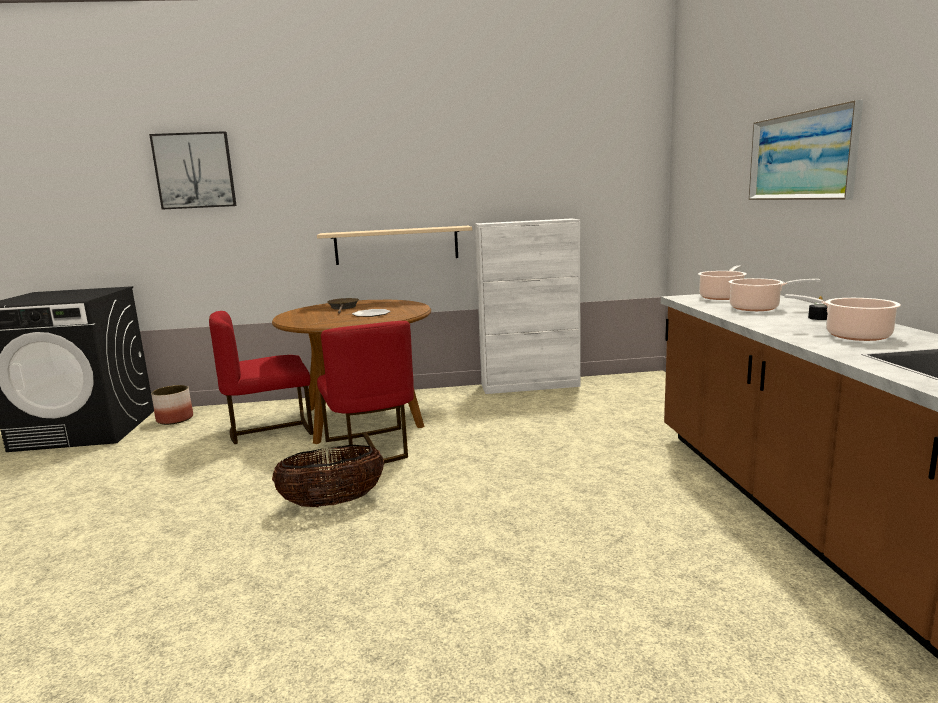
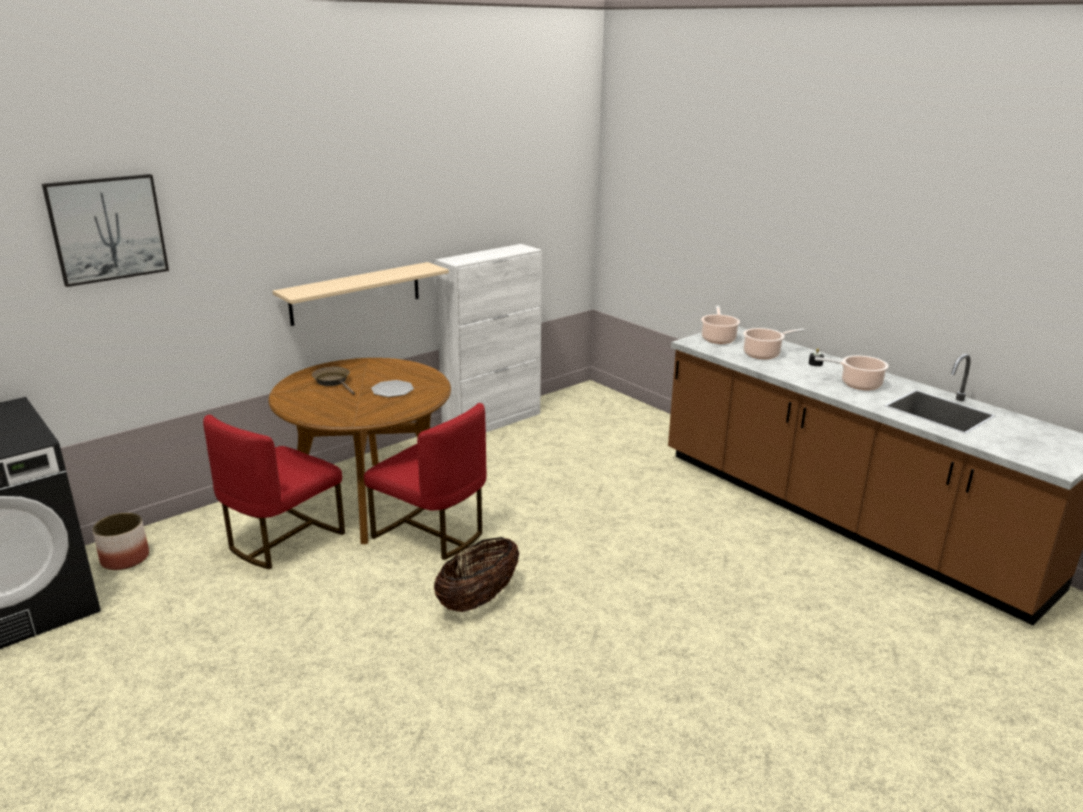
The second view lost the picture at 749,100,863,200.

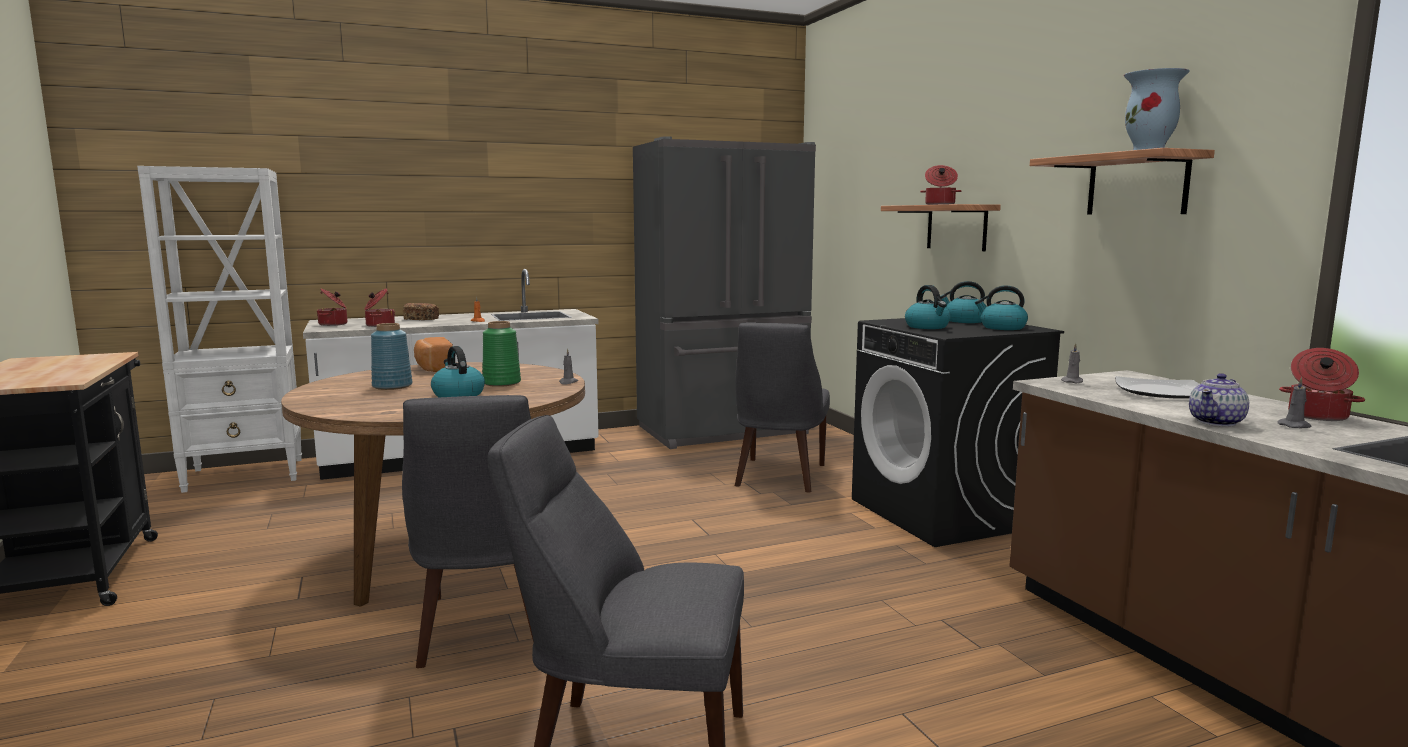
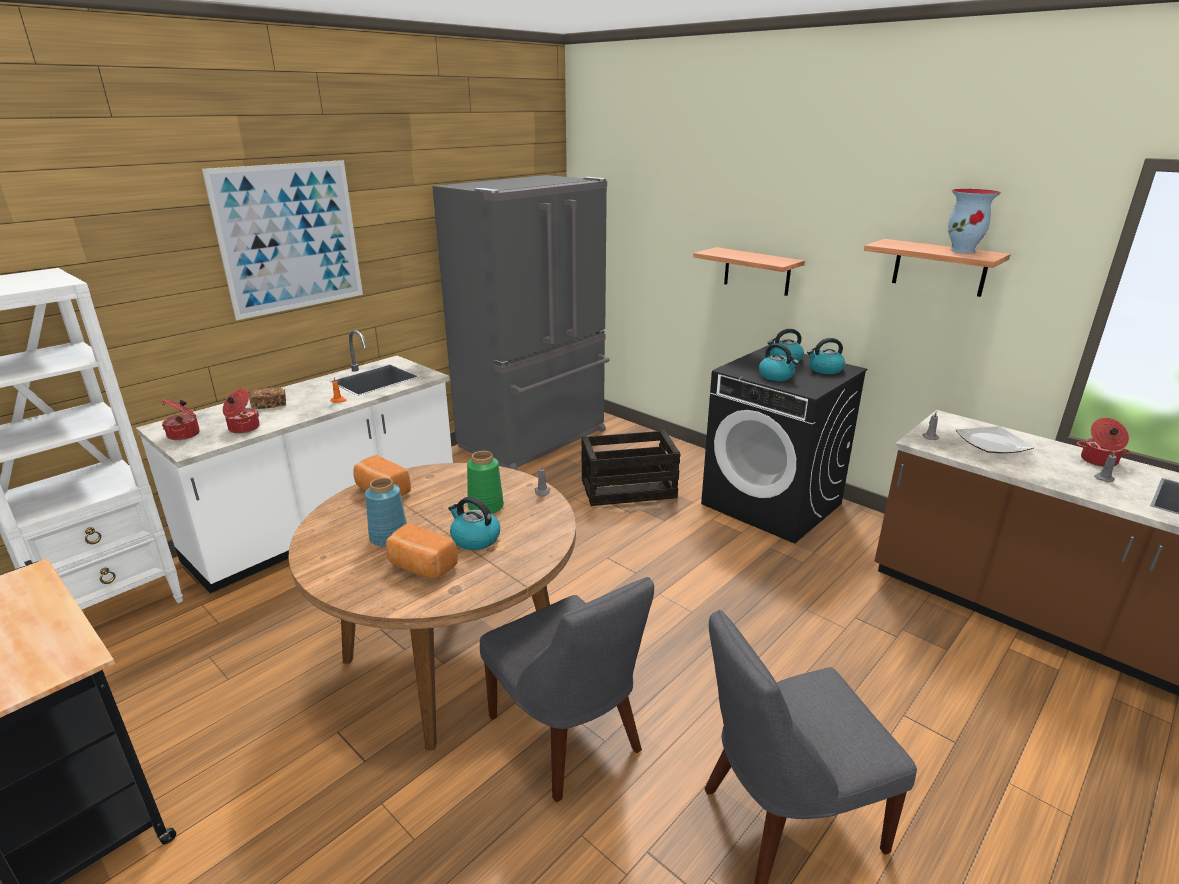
The second view lost the cooking pot at 920,165,962,205.
Where the grey chair stood at 735,323,830,493, the crate came to stand at 581,430,680,506.
The second view lost the teapot at 1189,373,1249,427.
The second view gained the picture at 202,160,363,320.
The second view gained the bread at 386,523,458,579.

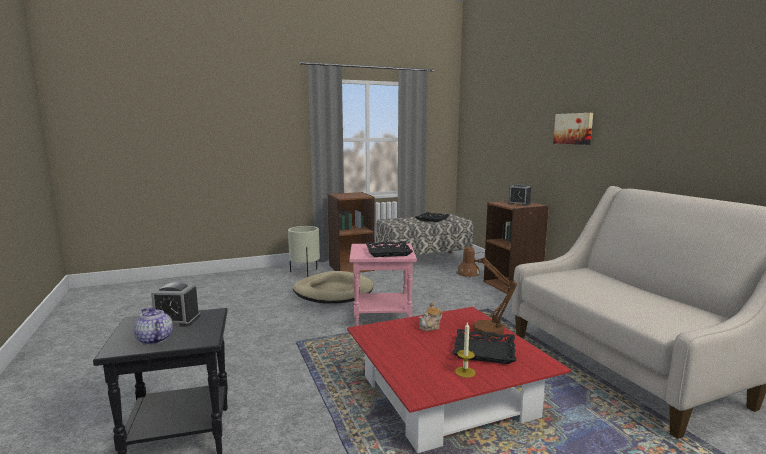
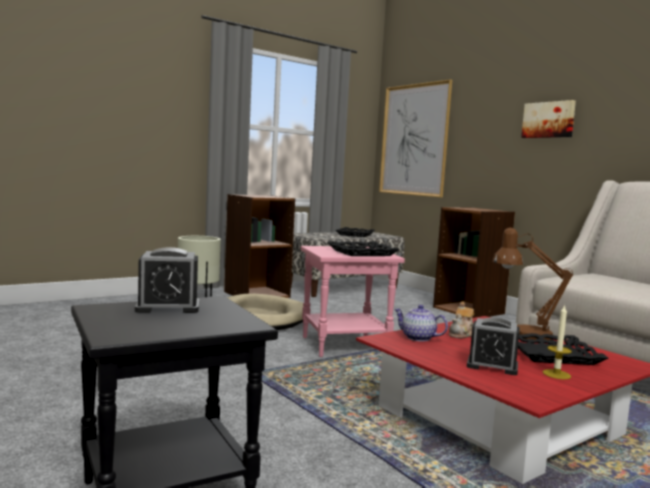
The alarm clock ended up elsewhere, having gone from 508,184,531,206 to 466,318,520,375.
The teapot ended up elsewhere, having gone from 134,307,173,345 to 394,305,448,342.
The second view gained the picture at 379,79,452,198.

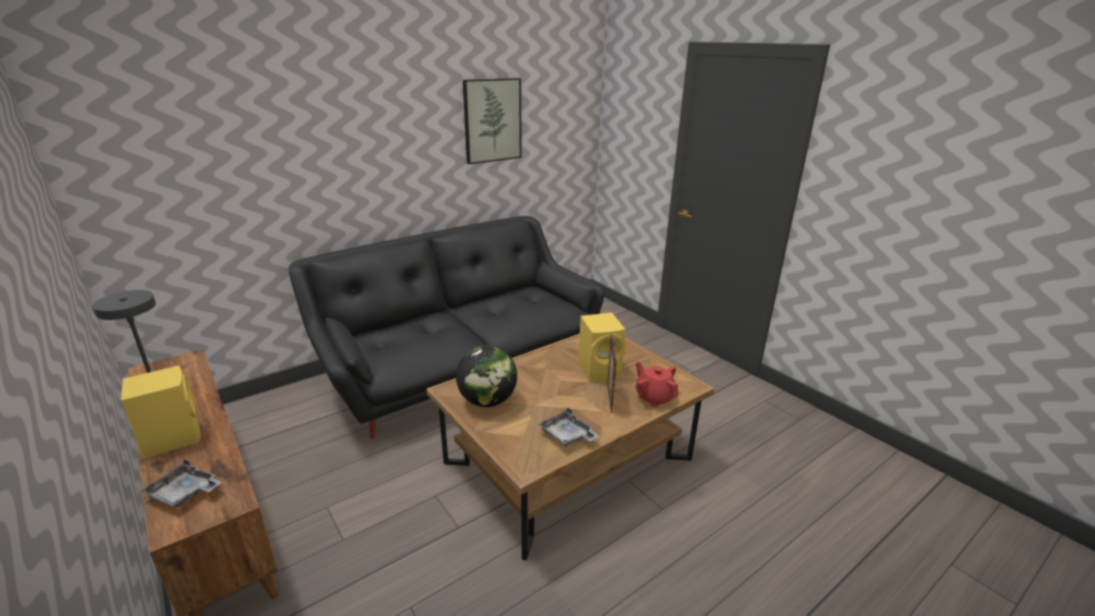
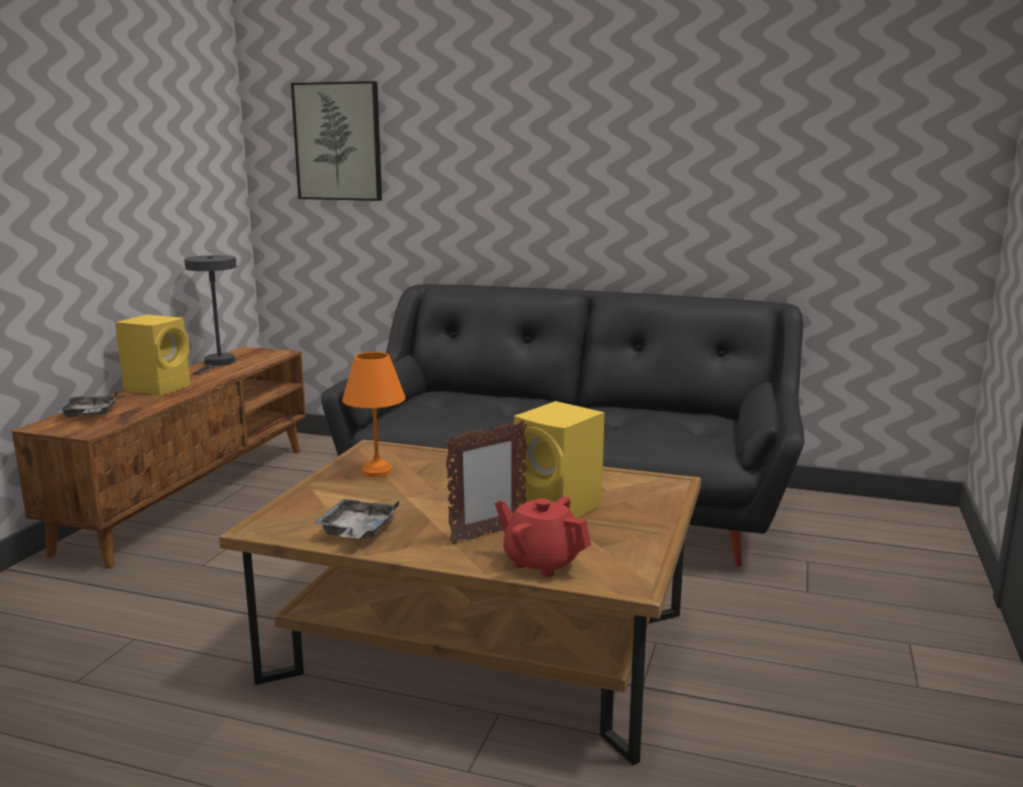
The picture ended up elsewhere, having gone from 463,78,522,164 to 291,81,382,201.
Where the globe stood at 456,346,517,407, the orange table lamp came to stand at 342,352,405,477.
The red teapot at 636,362,679,407 ended up facing another way, 75 degrees counterclockwise from before.

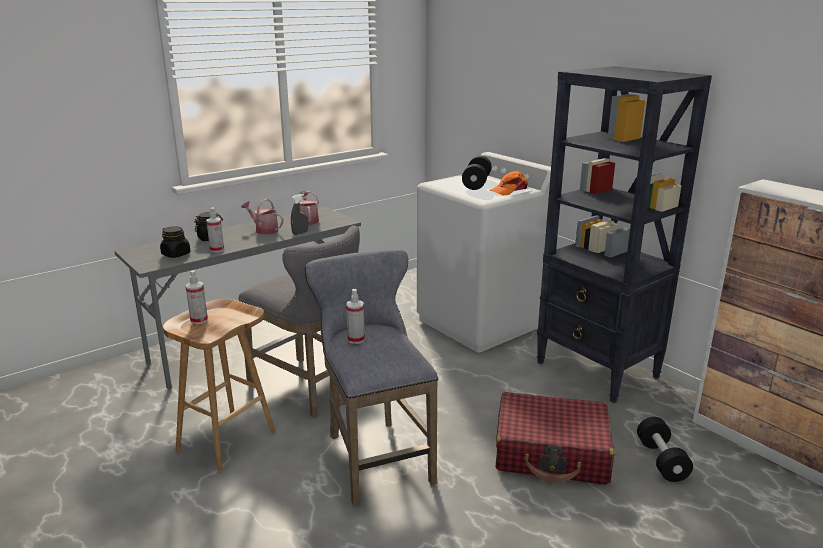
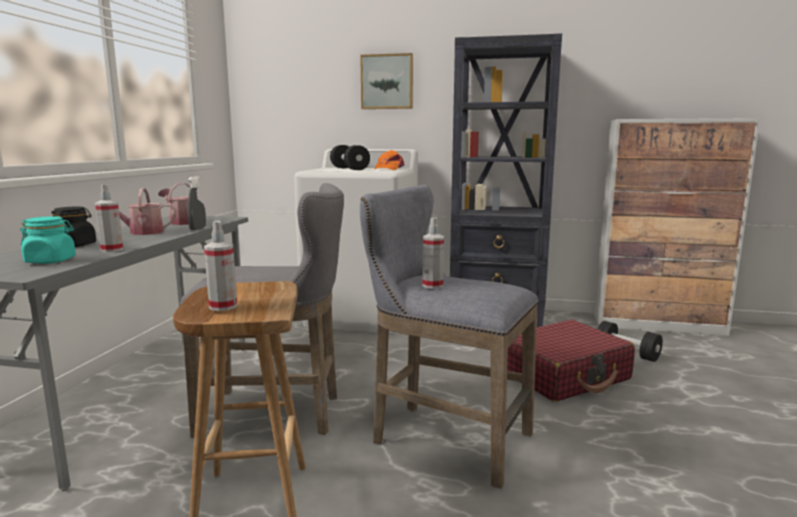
What was the black jar at 160,226,190,258 turned into the turquoise jar at 20,216,76,264.
The second view gained the picture at 360,53,413,109.

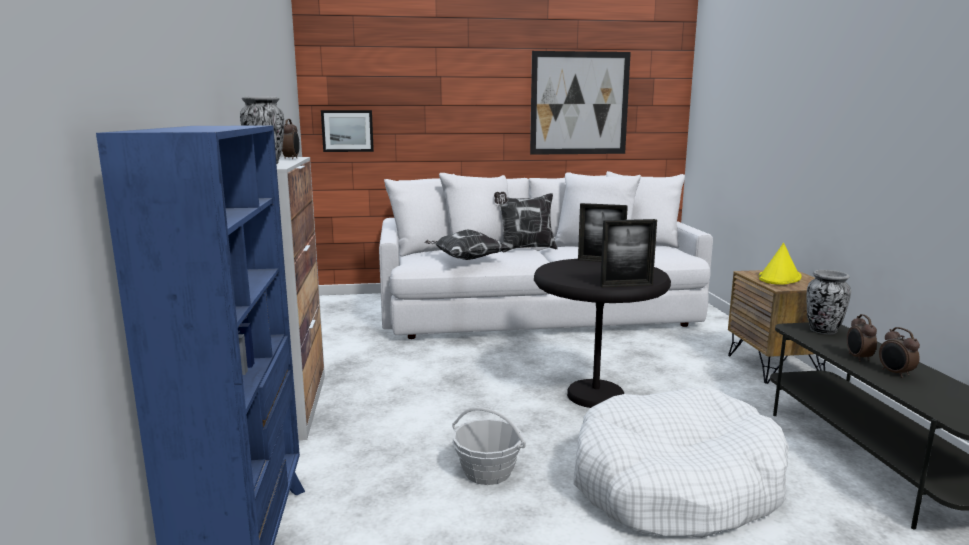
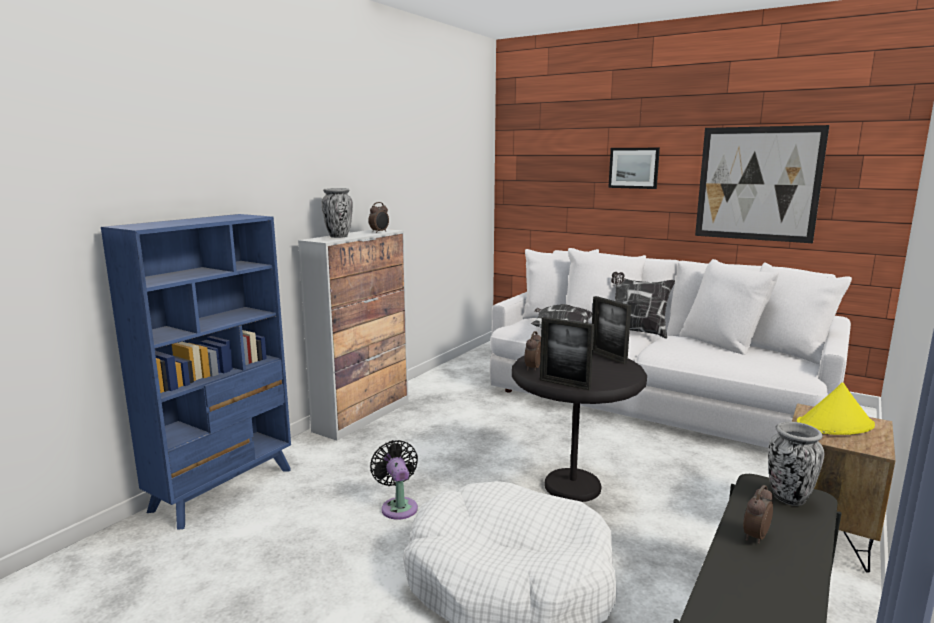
The picture ended up elsewhere, having gone from 321,110,374,152 to 608,148,660,189.
The alarm clock ended up elsewhere, having gone from 879,327,920,378 to 524,331,541,371.
Where the basket stood at 452,407,526,485, the black fan came to stand at 370,440,418,520.

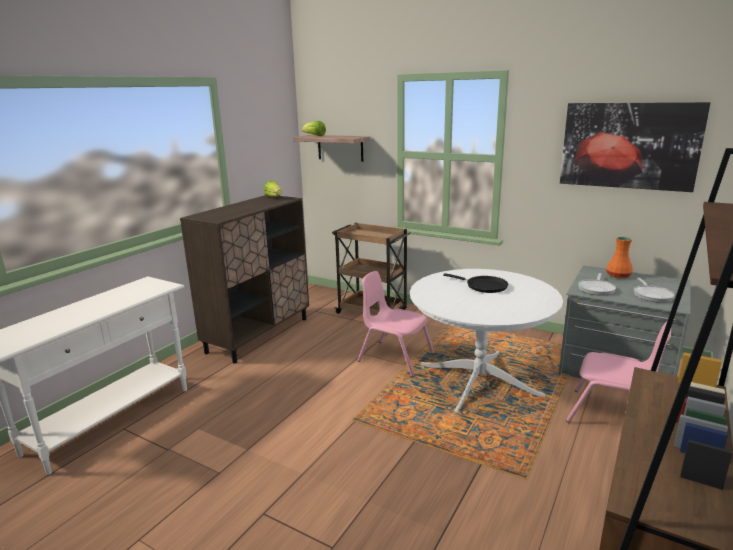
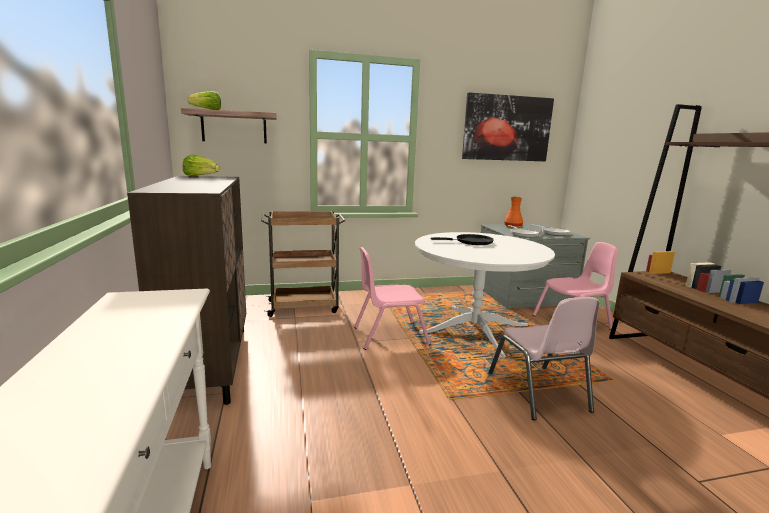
The second view gained the pink chair at 488,297,600,420.

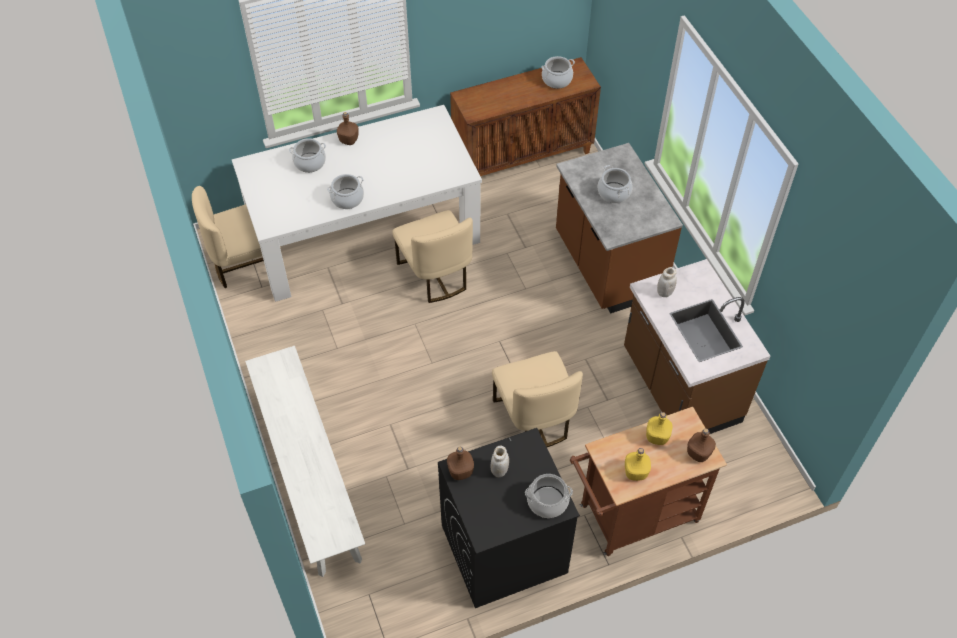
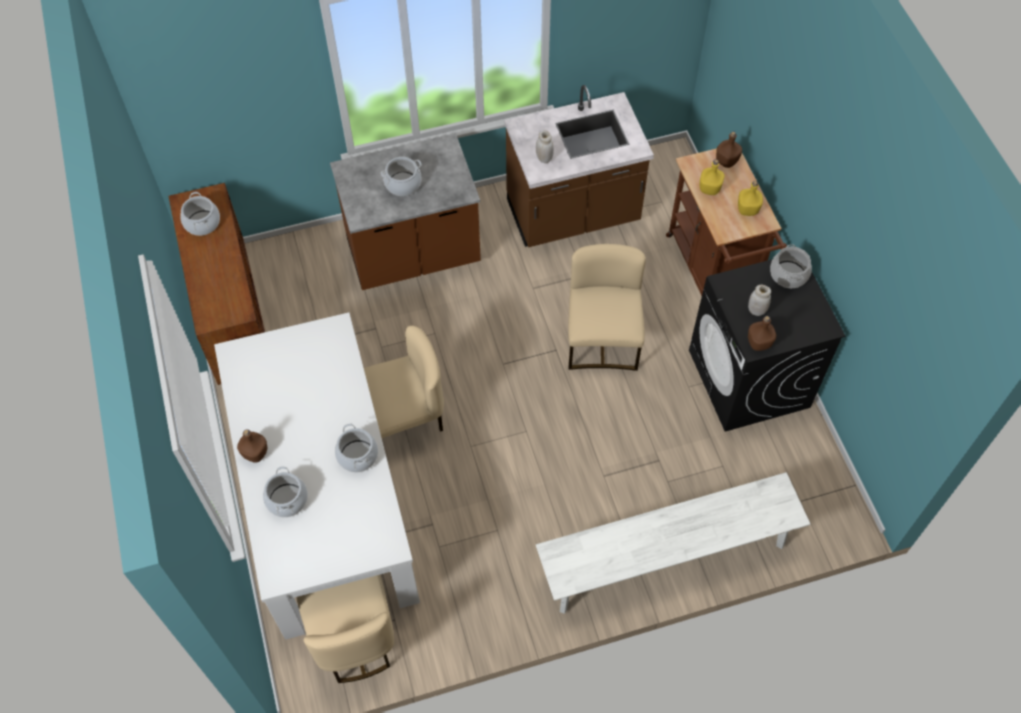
The beige chair at 492,351,583,447 ended up facing another way, 75 degrees counterclockwise from before.

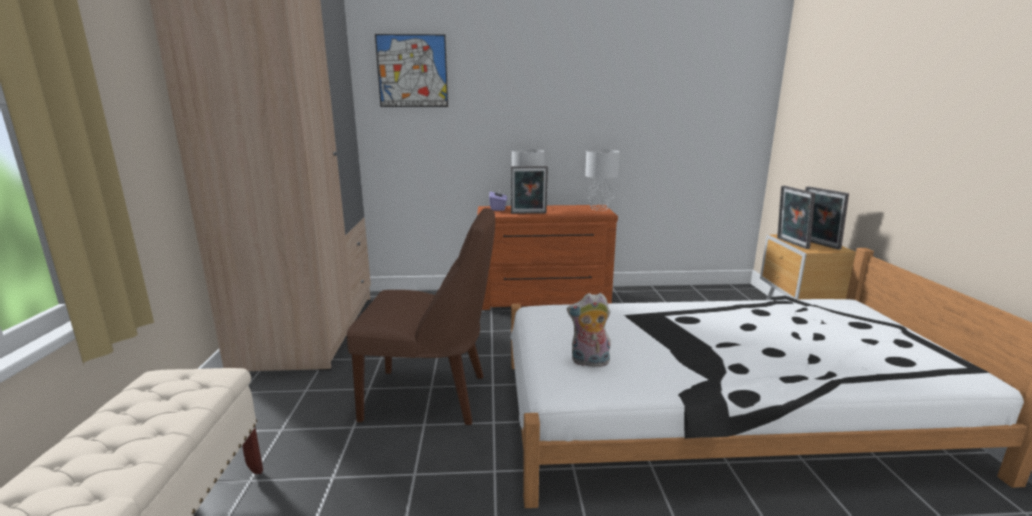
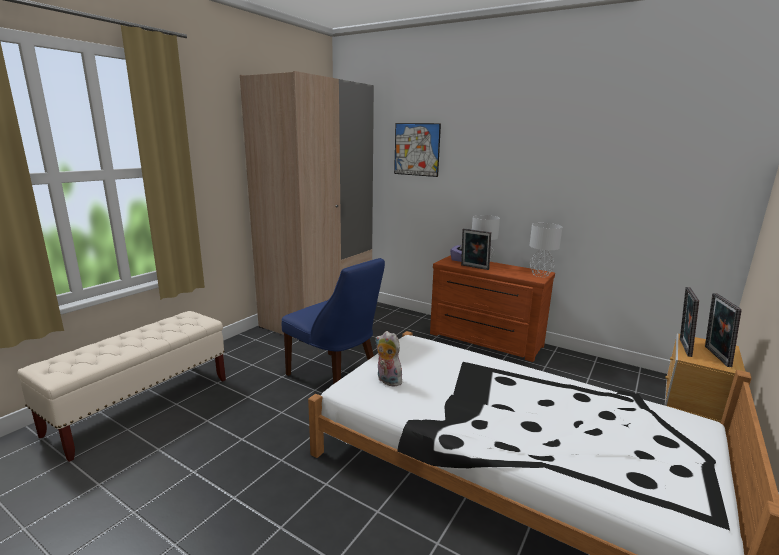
What was the brown chair at 347,208,495,425 turned into the blue chair at 282,258,385,384.

